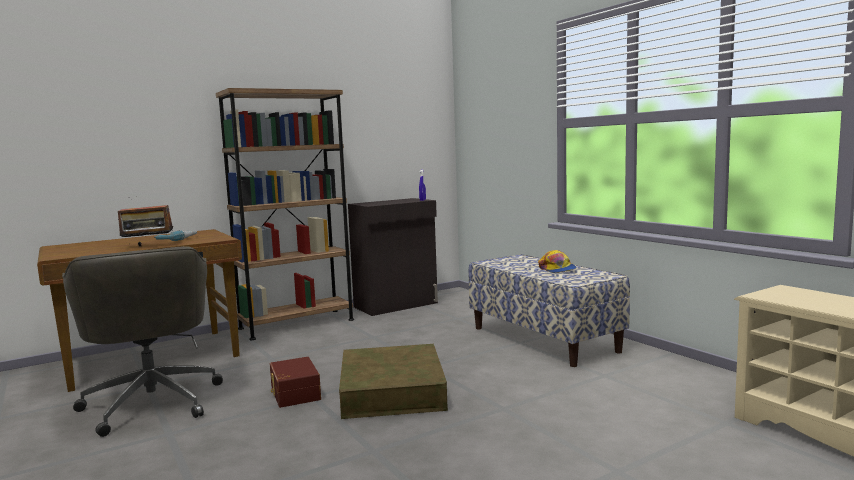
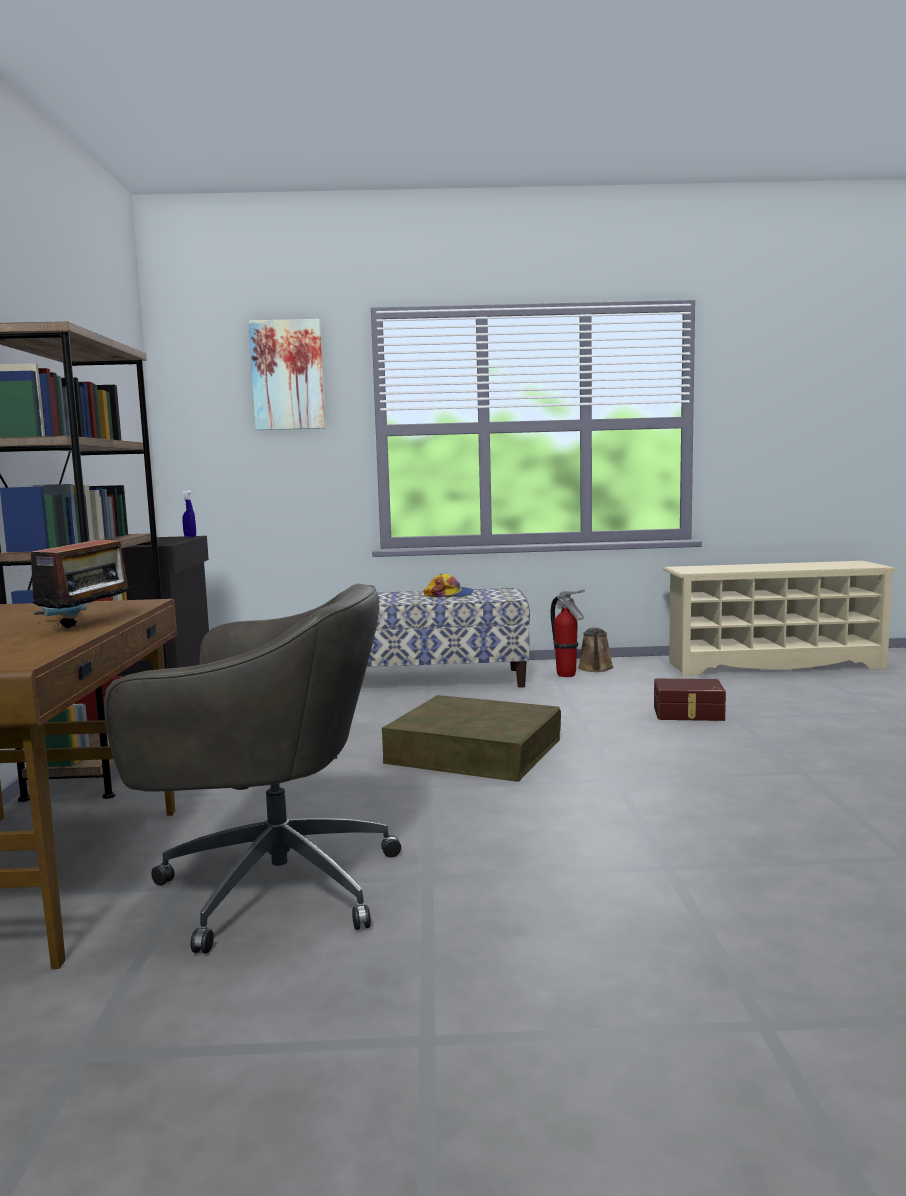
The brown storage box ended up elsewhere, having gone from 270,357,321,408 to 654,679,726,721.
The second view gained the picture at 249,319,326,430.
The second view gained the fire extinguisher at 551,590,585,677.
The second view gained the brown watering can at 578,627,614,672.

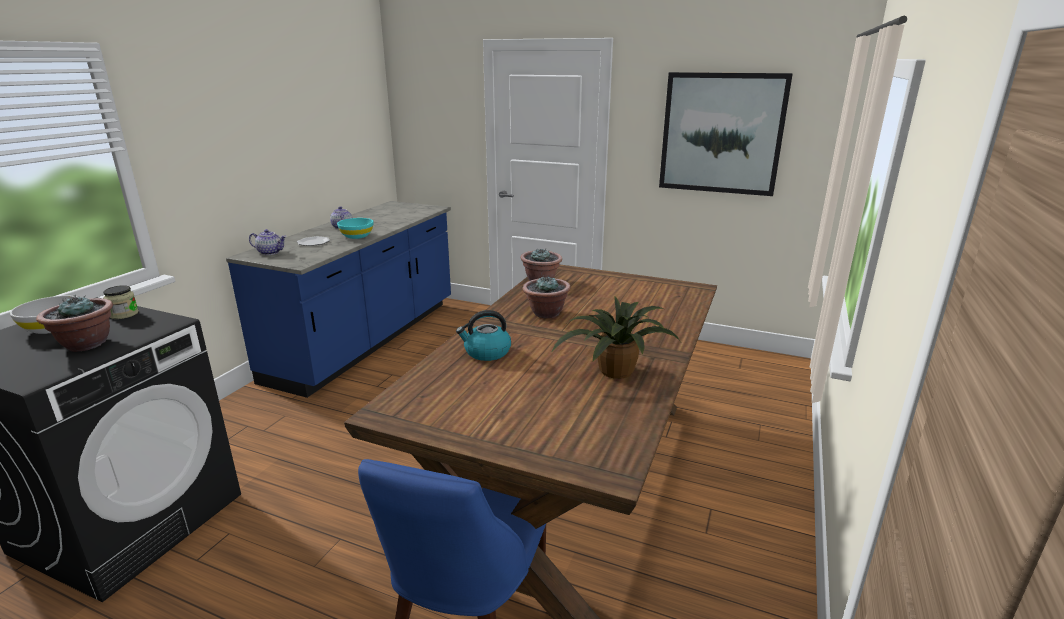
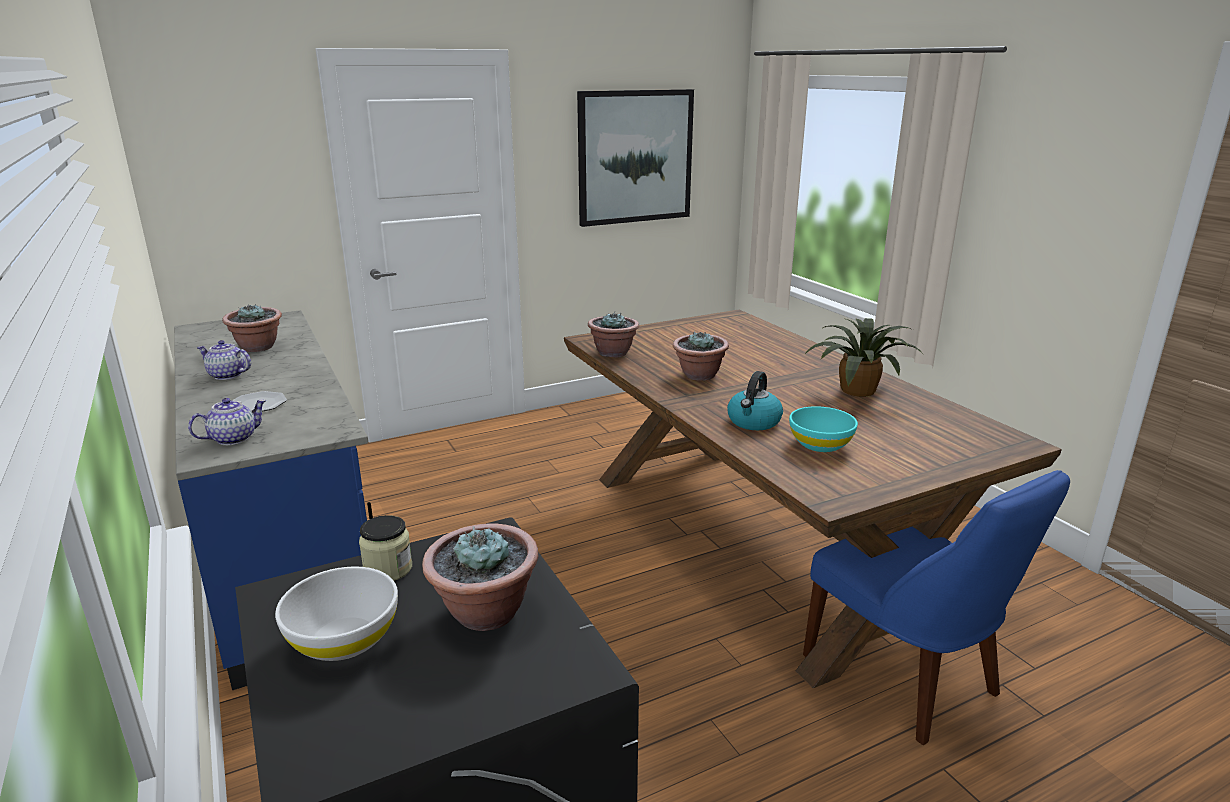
The turquoise bowl ended up elsewhere, having gone from 337,218,373,239 to 789,406,858,452.
The second view gained the potted plant at 222,304,282,352.

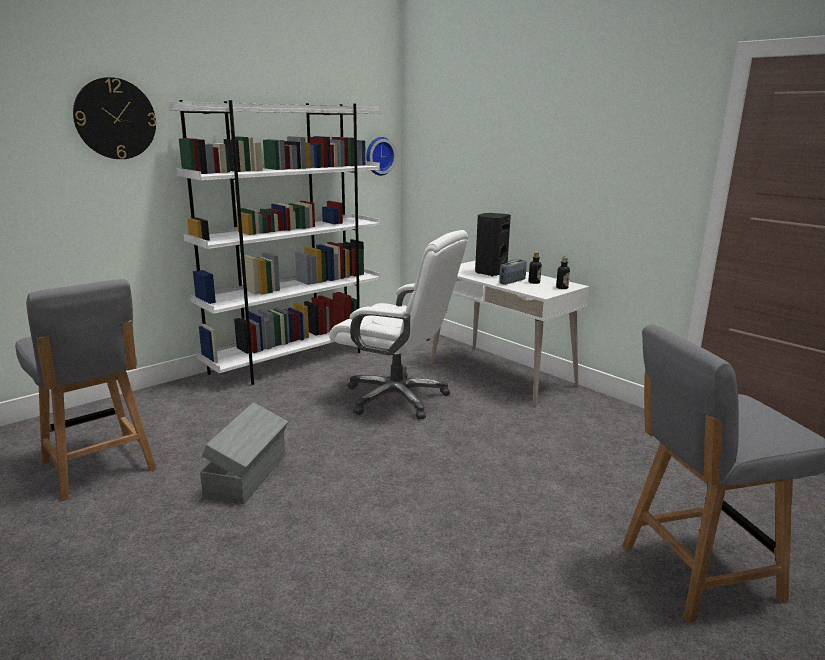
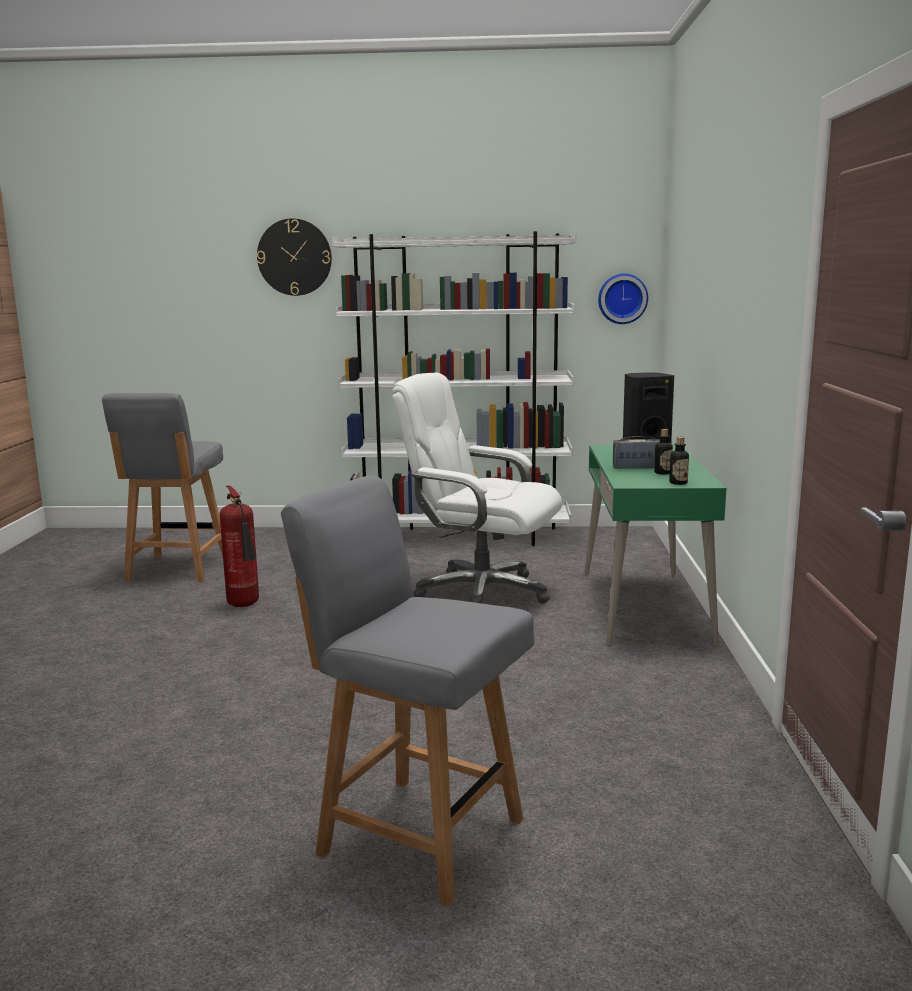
The white office chair at 329,230,468,420 ended up facing another way, 135 degrees clockwise from before.
What was the white desk at 430,261,589,408 turned into the green desk at 585,444,726,647.
Where the grey storage box stood at 200,402,288,504, the fire extinguisher came to stand at 219,485,259,607.

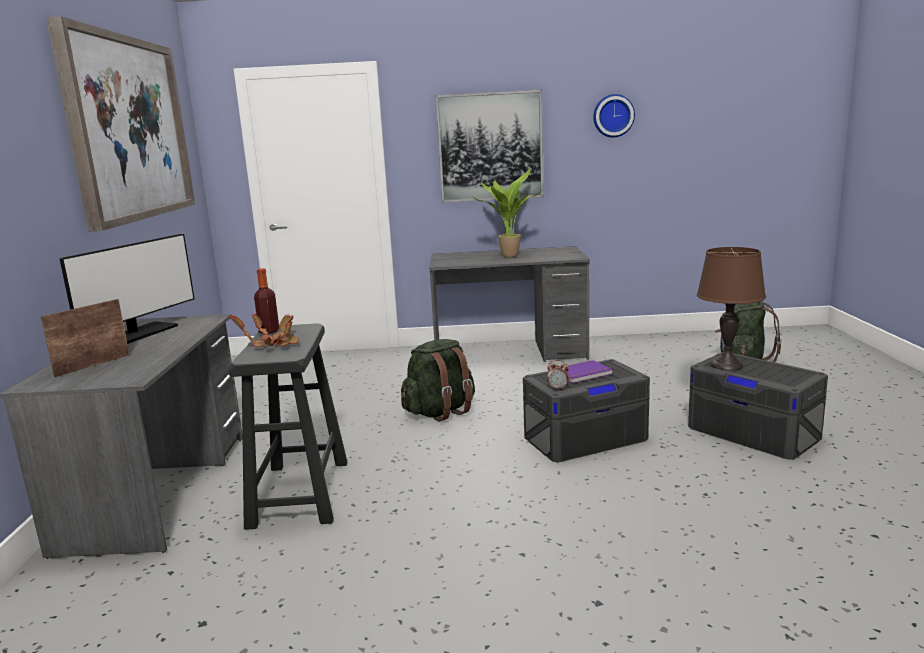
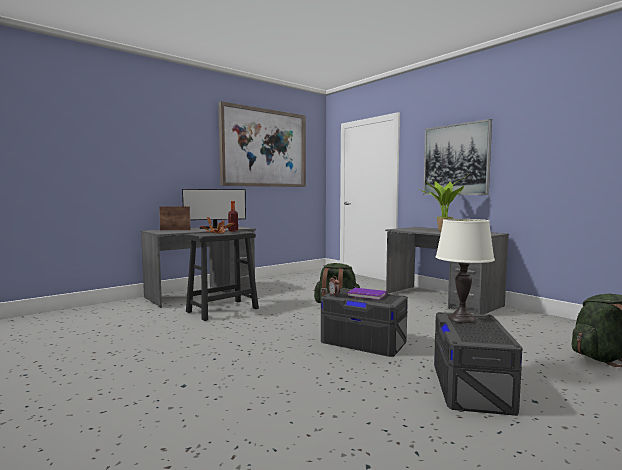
The second view lost the wall clock at 593,94,635,138.
What was the brown table lamp at 697,247,766,370 turned into the white table lamp at 435,219,495,323.

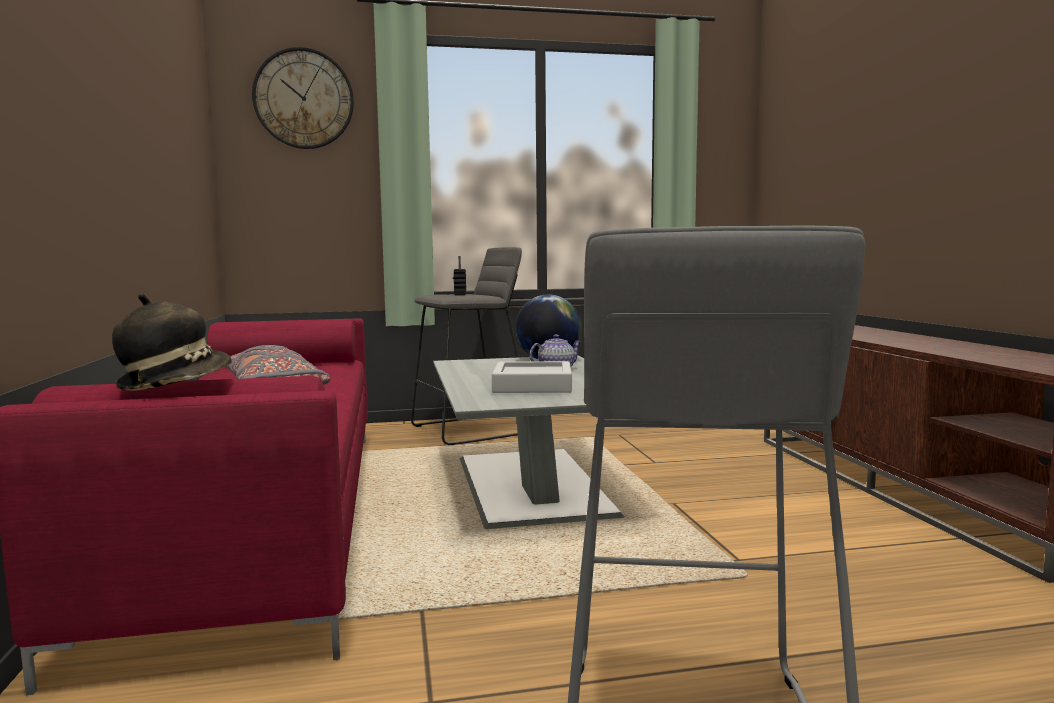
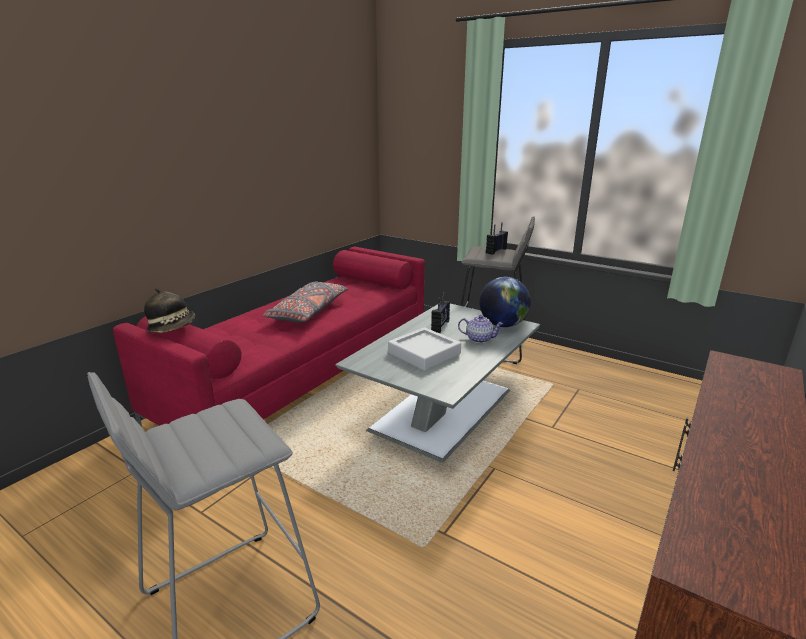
The second view lost the wall clock at 252,47,354,149.
The second view gained the radio at 431,292,450,333.

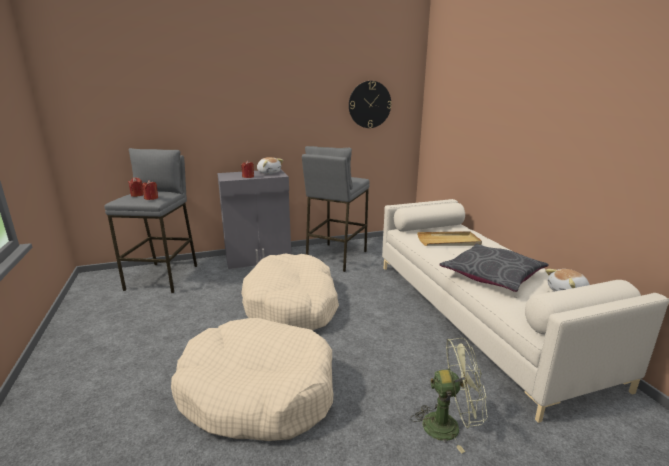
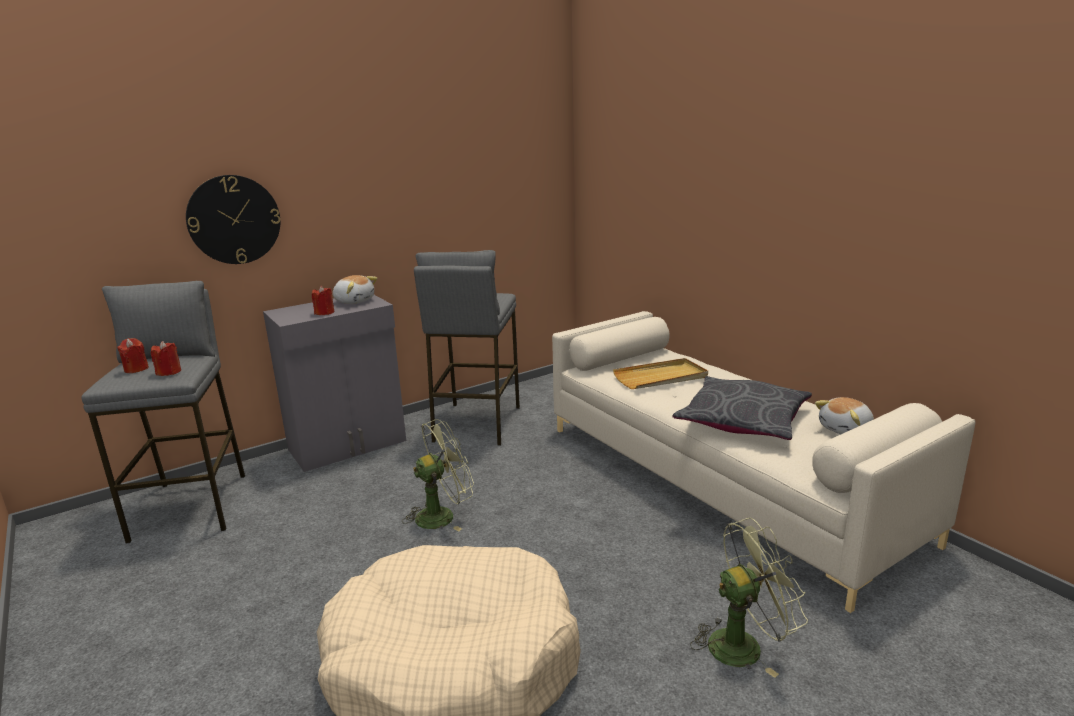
The wall clock ended up elsewhere, having gone from 349,81,392,128 to 186,175,280,264.
Where the beige dog bed stood at 241,254,339,331, the green fan came to stand at 402,419,474,531.

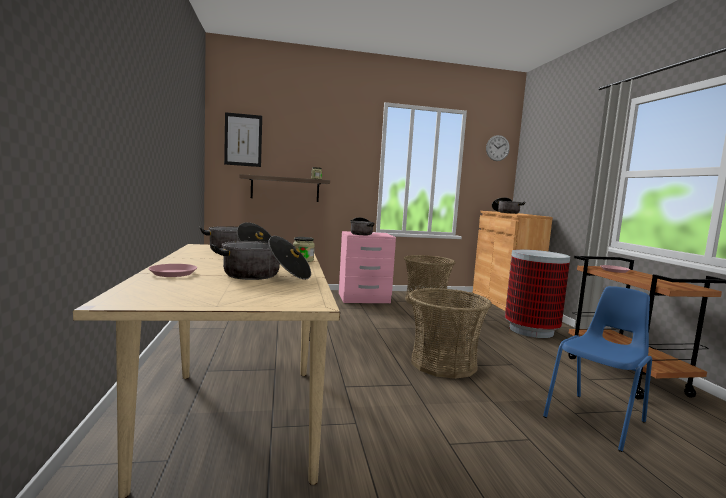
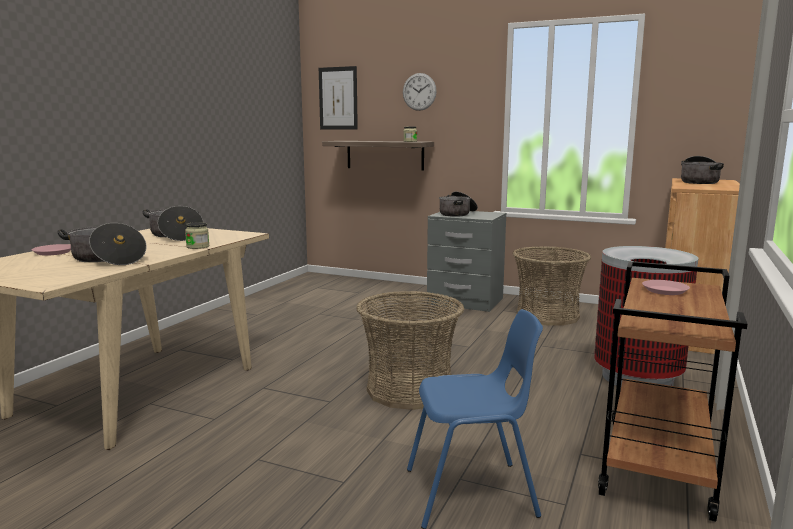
The wall clock ended up elsewhere, having gone from 486,135,510,161 to 403,73,437,111.
What was the pink nightstand at 339,231,396,303 turned into the grey nightstand at 427,211,506,312.

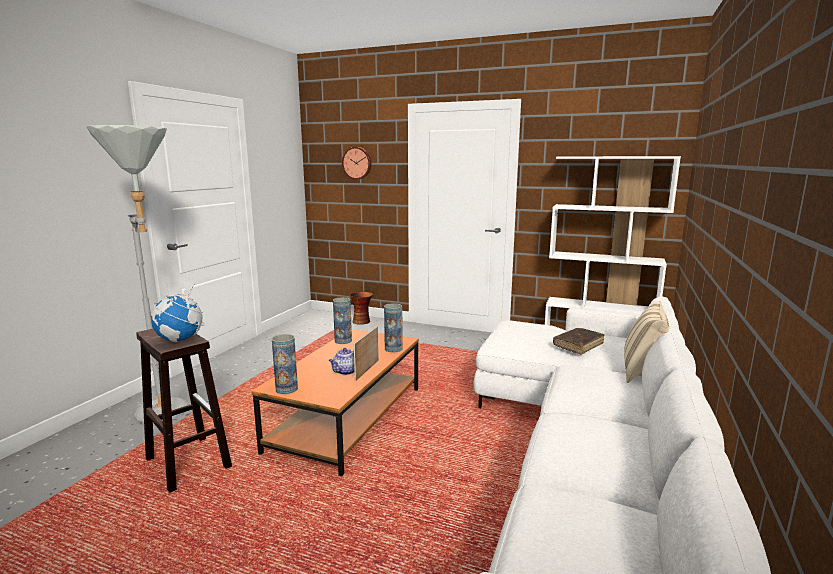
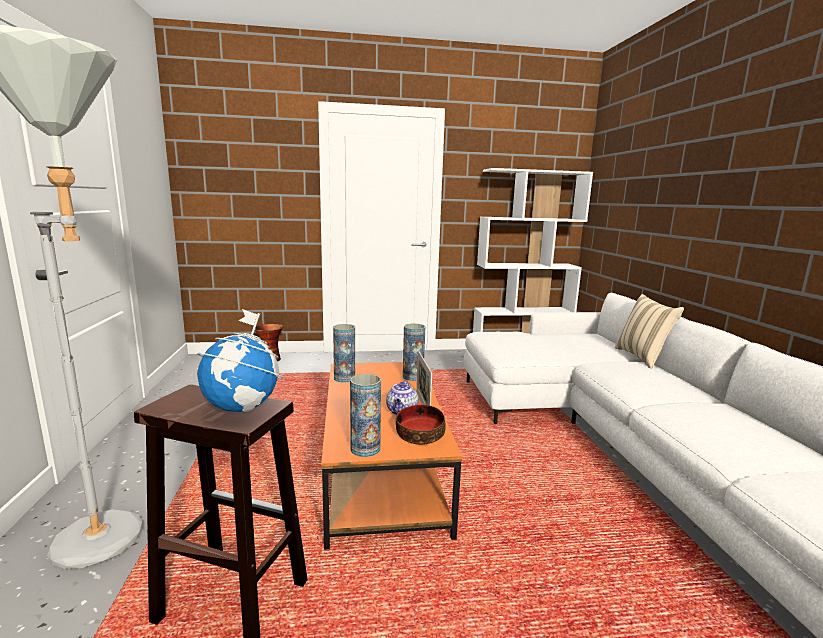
The second view lost the wall clock at 342,147,371,180.
The second view lost the brown book at 553,328,604,354.
The second view gained the bowl at 396,405,446,445.

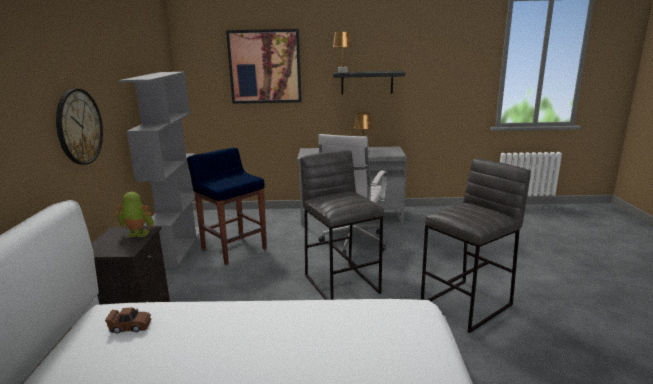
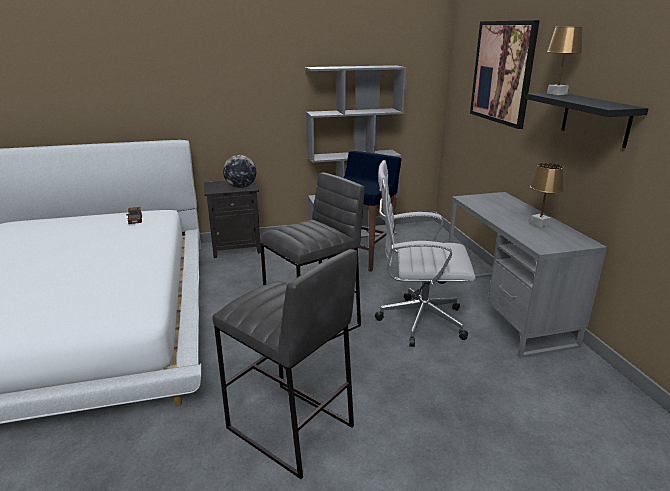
The second view lost the wall clock at 56,89,103,165.
Where the toy robot stood at 116,192,154,237, the globe came to stand at 223,155,256,188.

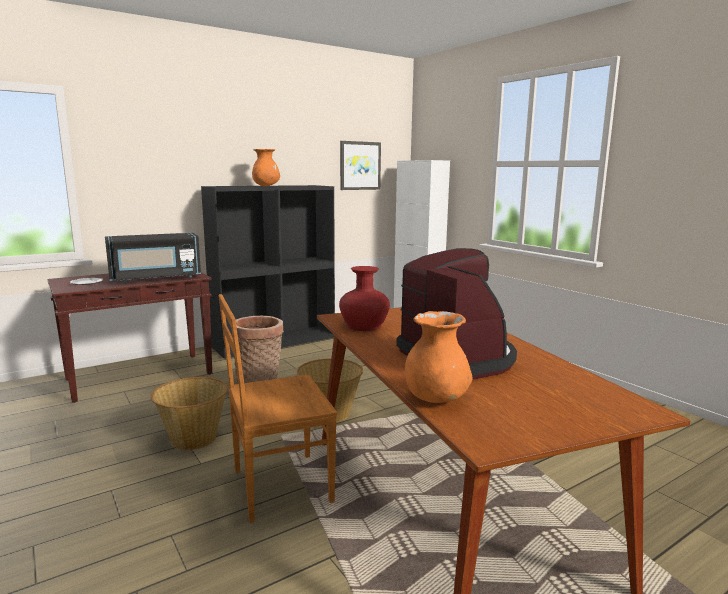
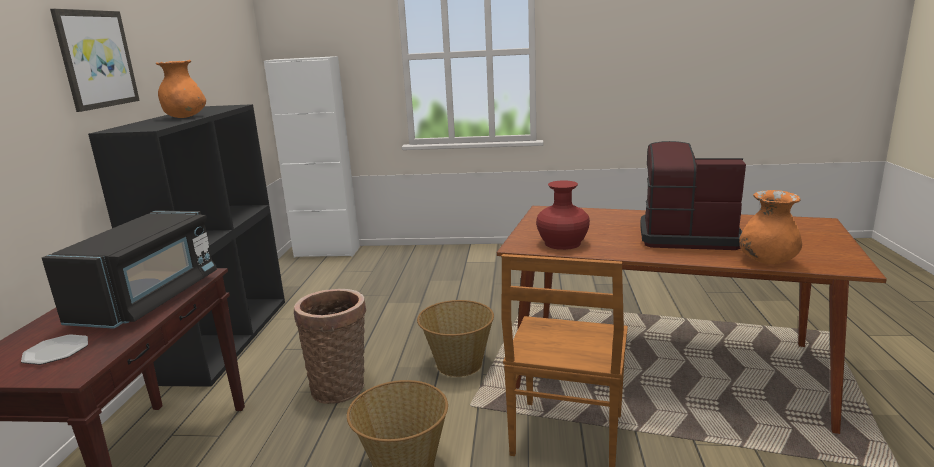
The picture ended up elsewhere, having gone from 340,141,381,190 to 50,9,140,112.

